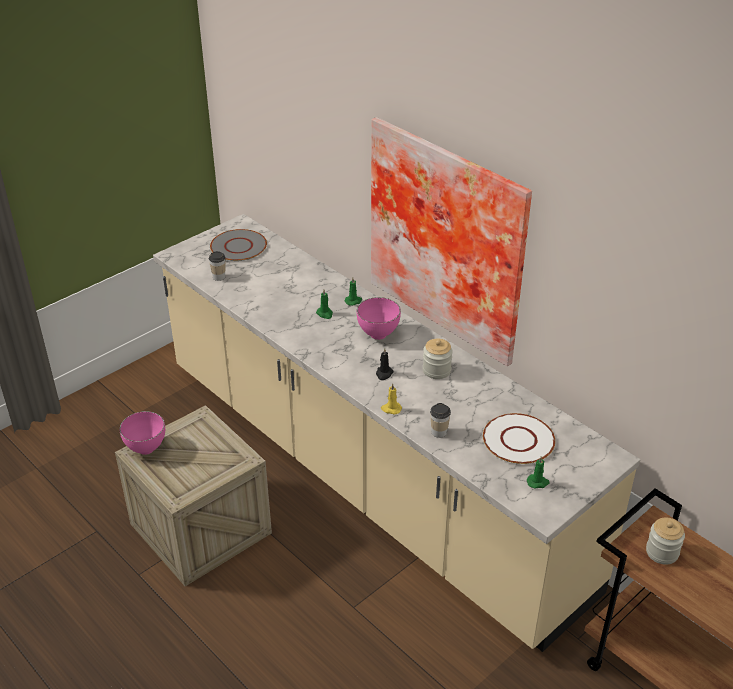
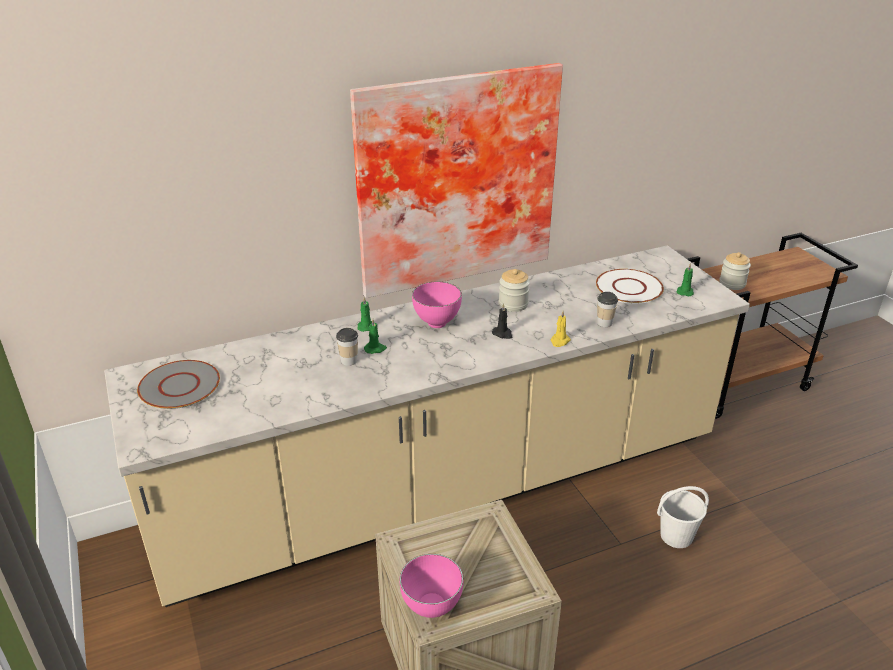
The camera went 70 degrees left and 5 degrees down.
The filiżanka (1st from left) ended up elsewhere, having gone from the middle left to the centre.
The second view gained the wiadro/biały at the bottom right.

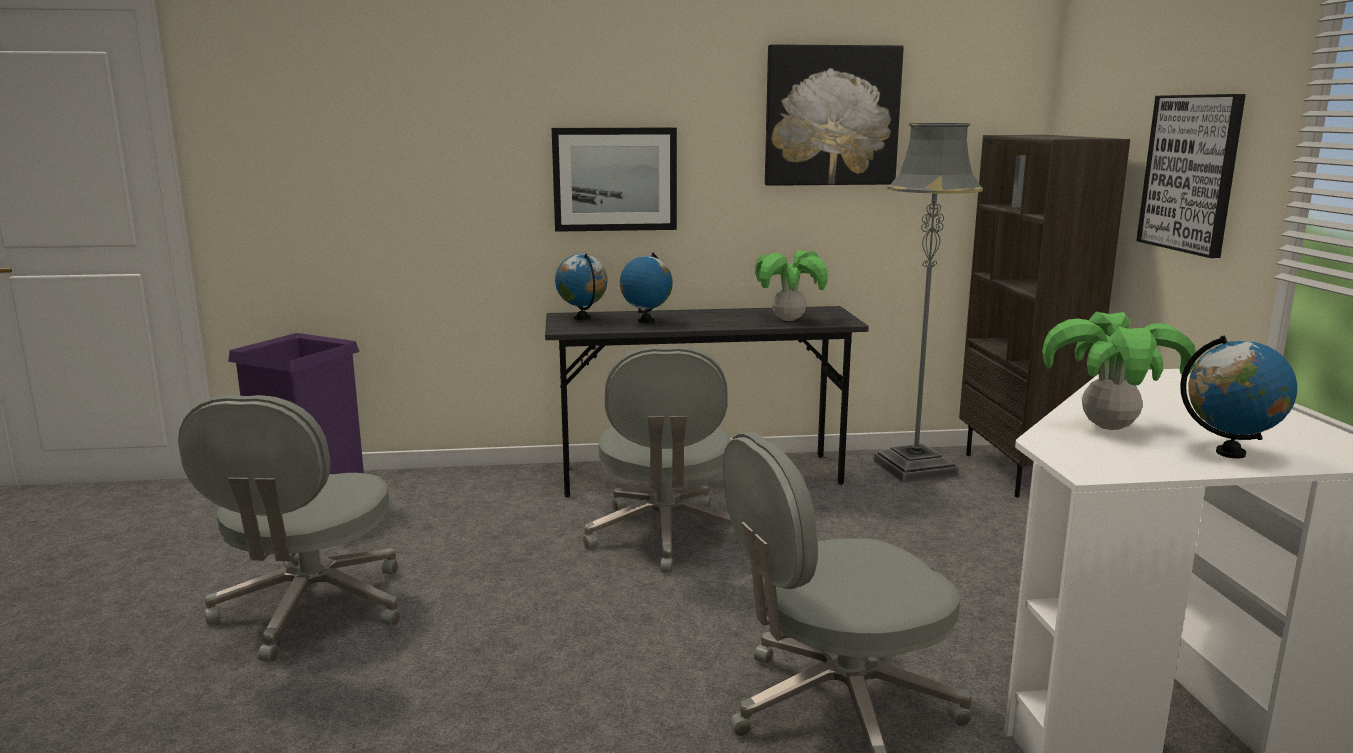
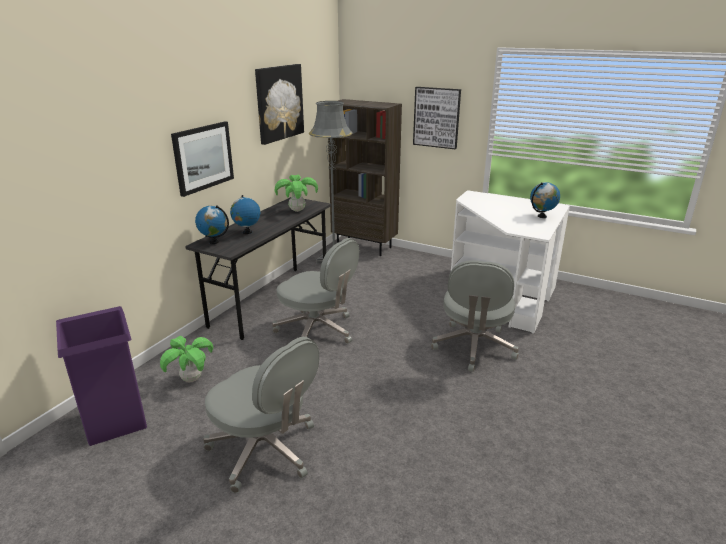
The camera went 55 degrees left and 10 degrees up.
The roślina doniczkowa (2nd from left in the first image) ended up elsewhere, having gone from the middle right to the middle left.

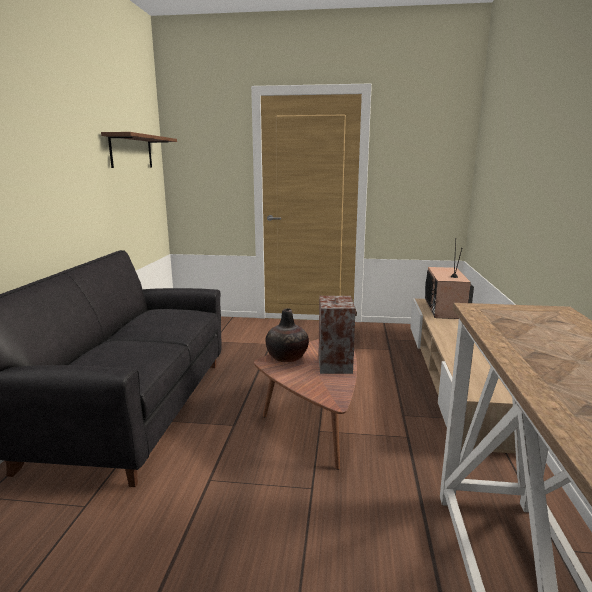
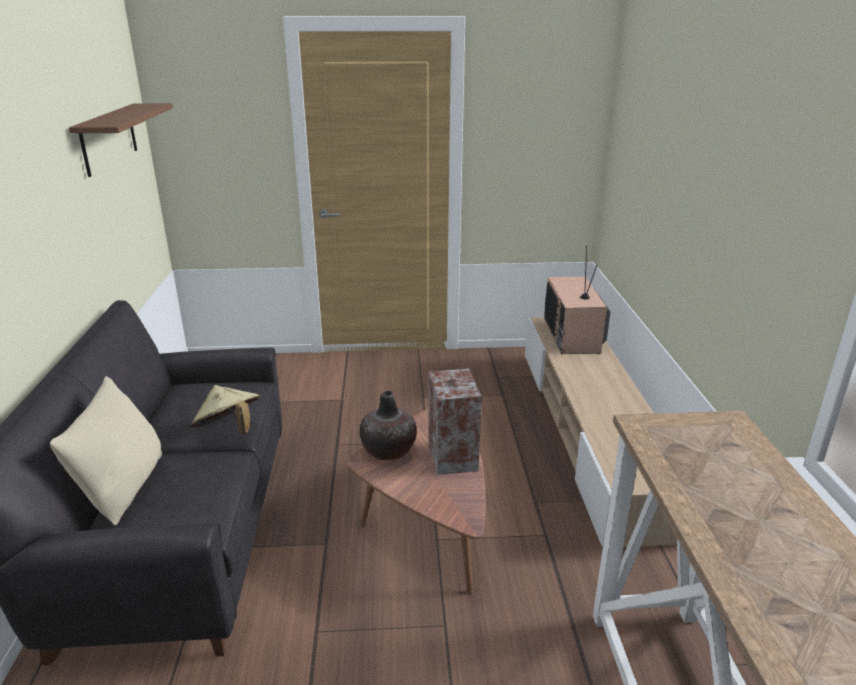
The camera went 10 degrees left and 10 degrees up.
The second view gained the poduszka/beżowy at the middle left.
The second view gained the kapelusz/beżowy at the middle left.

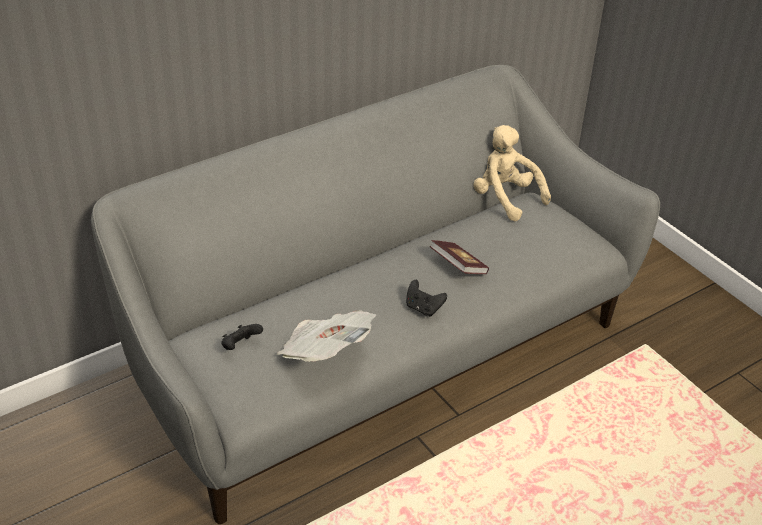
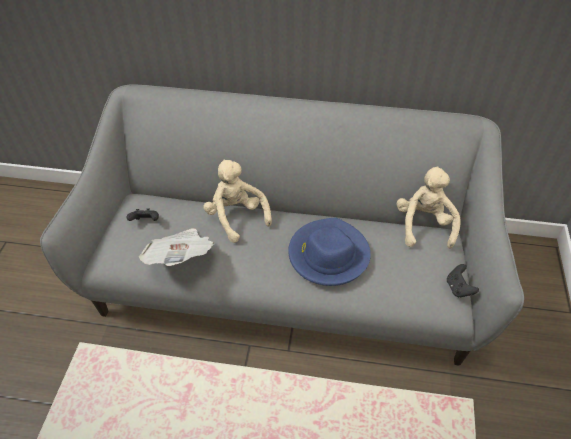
The camera went 45 degrees right and 10 degrees up.
The pad do gier/czarny (2nd from left) ended up elsewhere, having gone from the centre to the middle right.
Where the książka stood at the centre, the kapelusz/niebieski came to stand at the centre.
The second view gained the pluszak/beżowy (1st from left) at the centre.

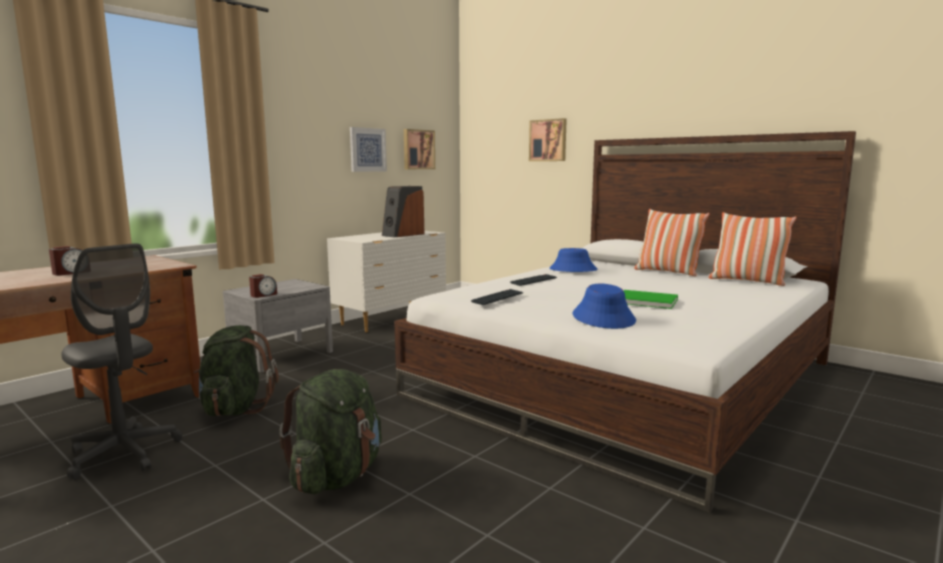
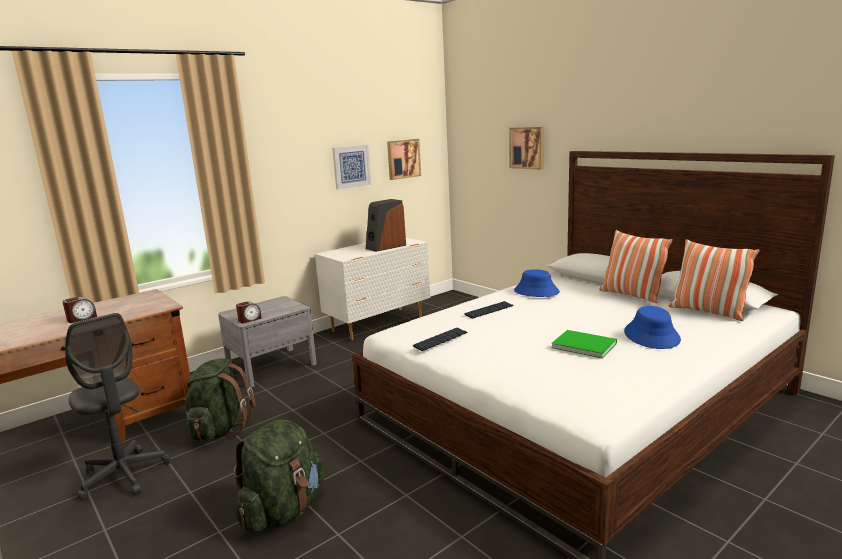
The camera went 10 degrees right and 5 degrees up.
The kapelusz/niebieski (2nd from left) ended up elsewhere, having gone from the centre to the middle right.

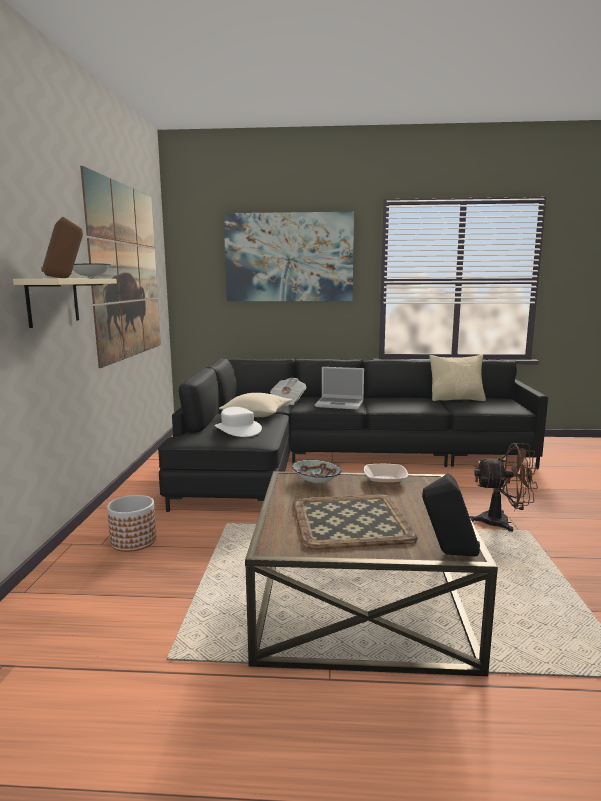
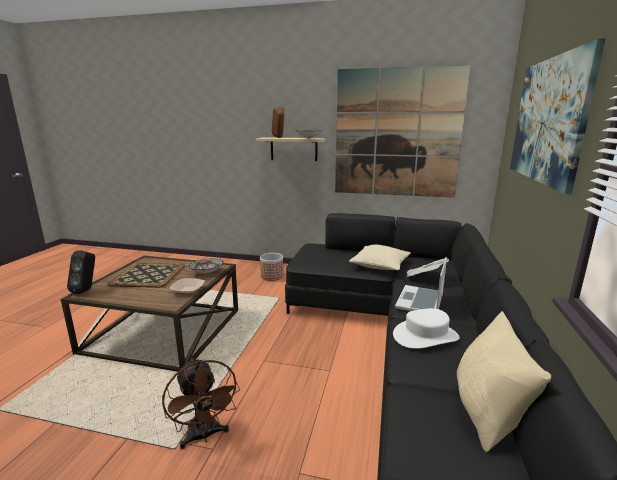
The camera went 100 degrees right and 5 degrees up.
The kapelusz/biały ended up elsewhere, having gone from the centre to the bottom right.
The wentylator/brązowy at the middle right ended up facing another way, 45 degrees counterclockwise from before.

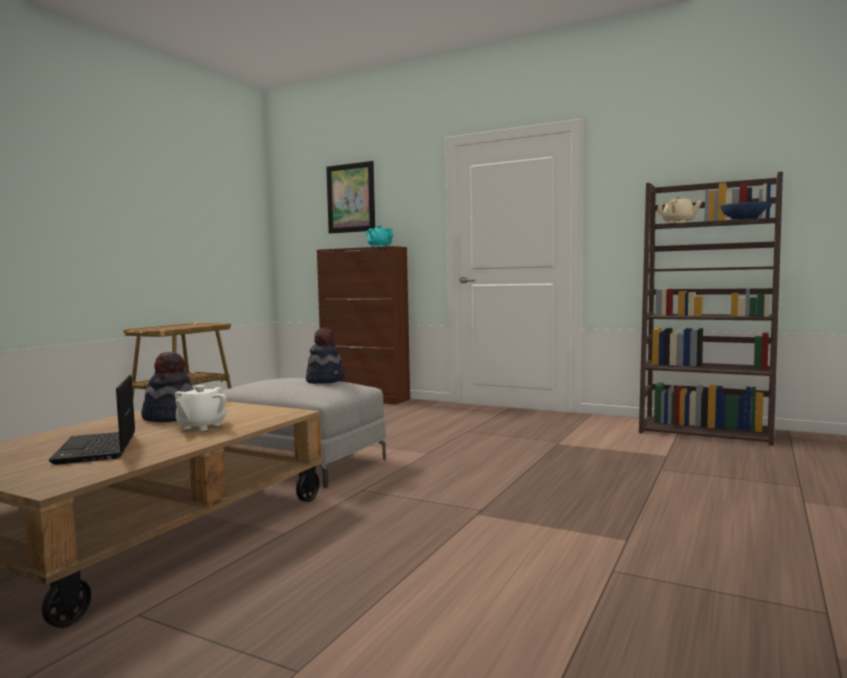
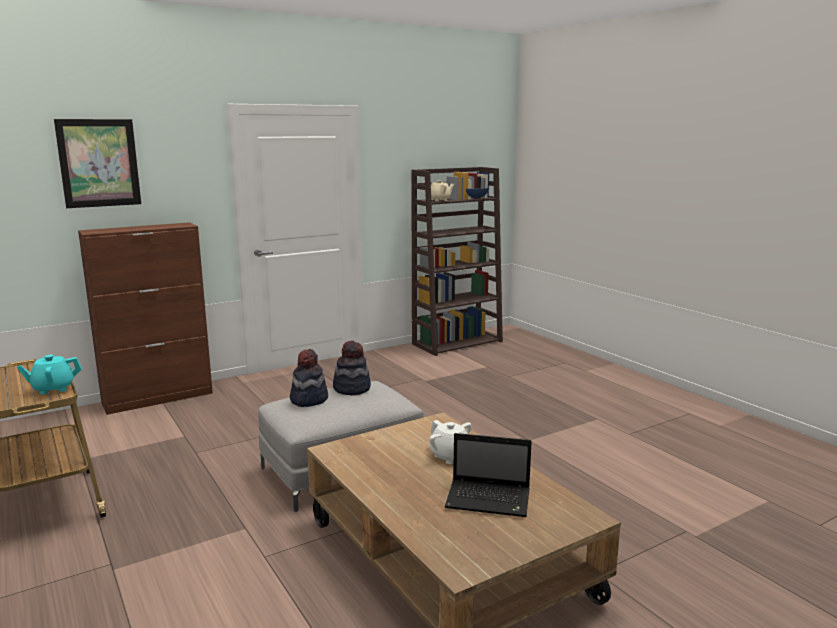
The camera went 60 degrees left and 10 degrees up.
The kapelusz (1st from left) ended up elsewhere, having gone from the middle left to the centre.
The imbryk/turkusowy ended up elsewhere, having gone from the centre to the middle left.

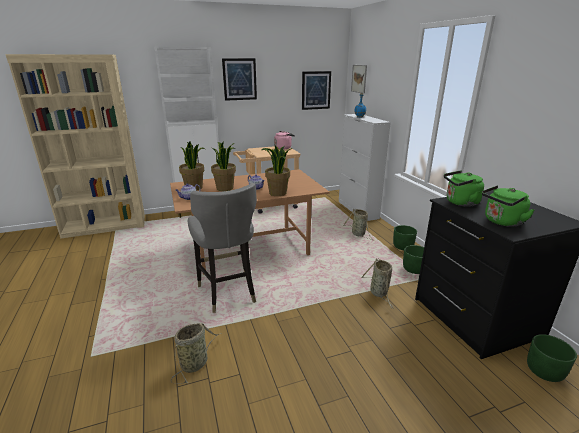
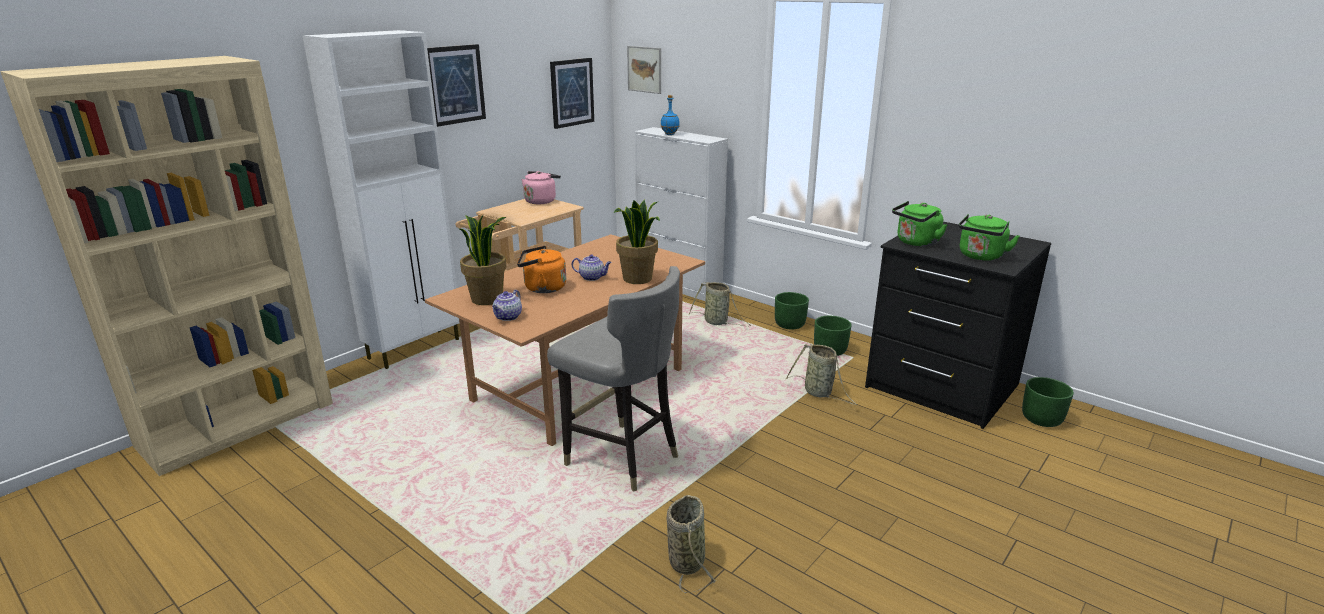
The camera went 30 degrees left and 0 degrees up.
Where the roślina doniczkowa (2nd from left) stood at the centre, the czajnik/pomarańczowy came to stand at the centre.

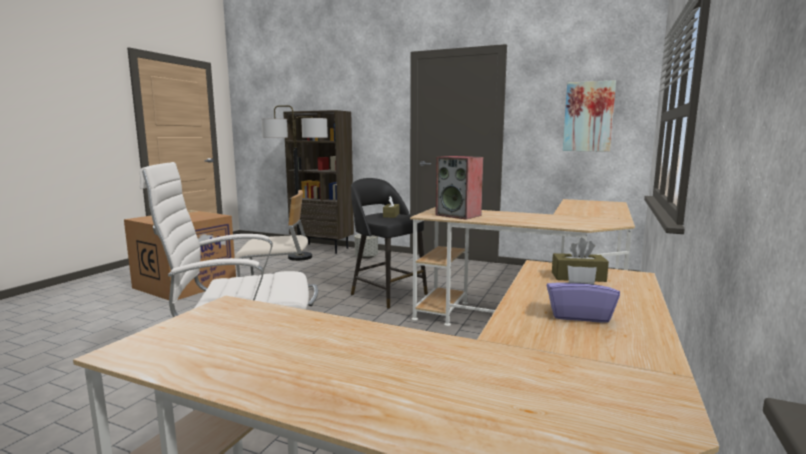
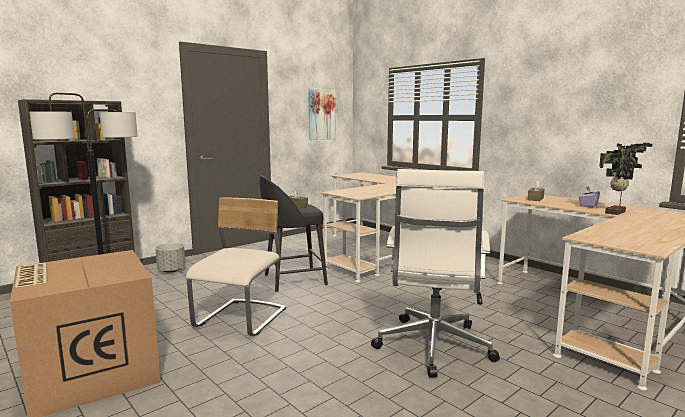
The camera went 65 degrees left and 0 degrees up.
The second view lost the głośnik at the centre.
The second view gained the roślina doniczkowa at the middle right.

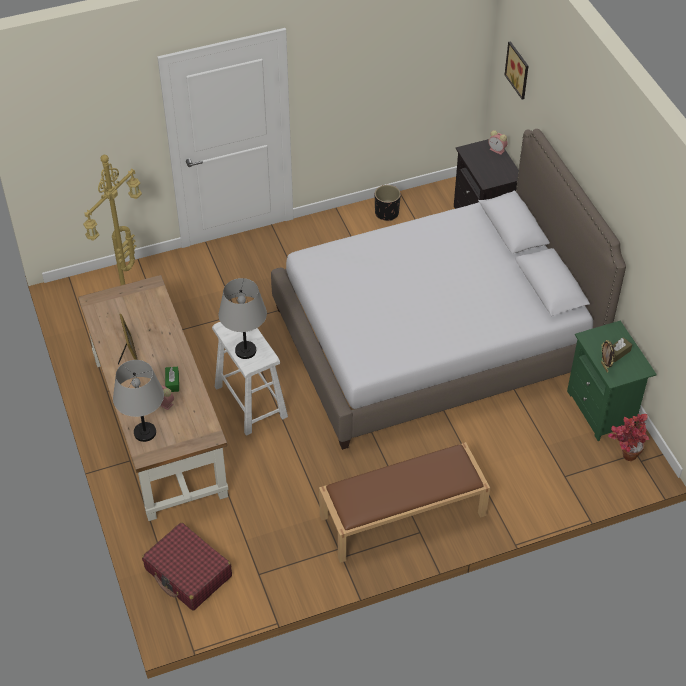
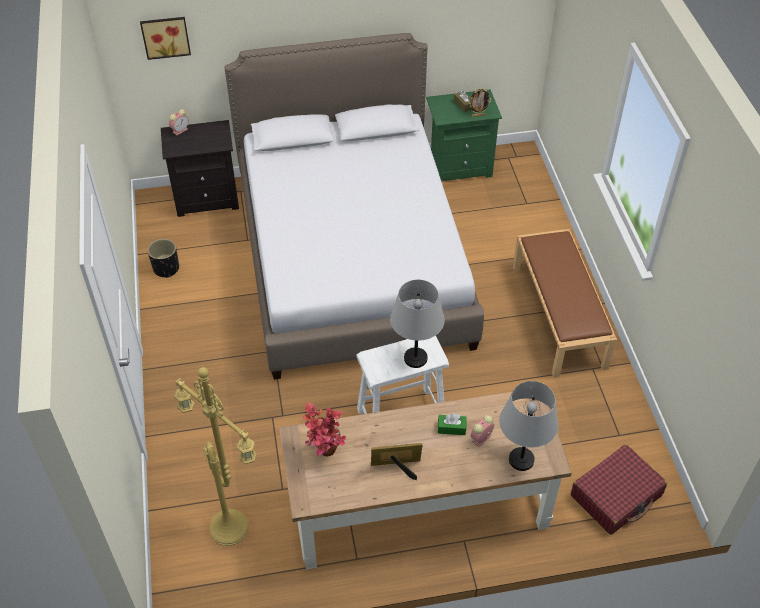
The camera went 80 degrees left and 0 degrees up.
The roślina doniczkowa ended up elsewhere, having gone from the middle right to the bottom centre.

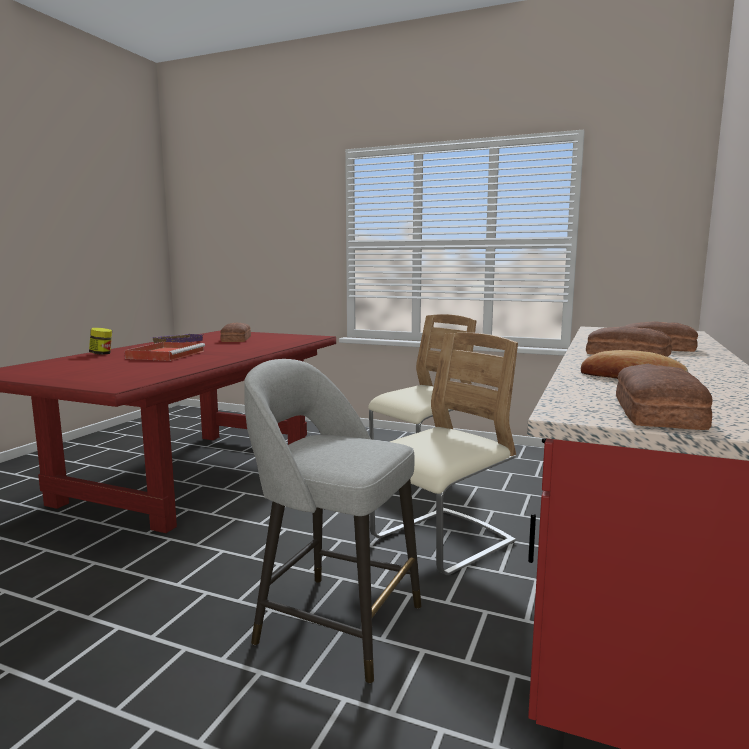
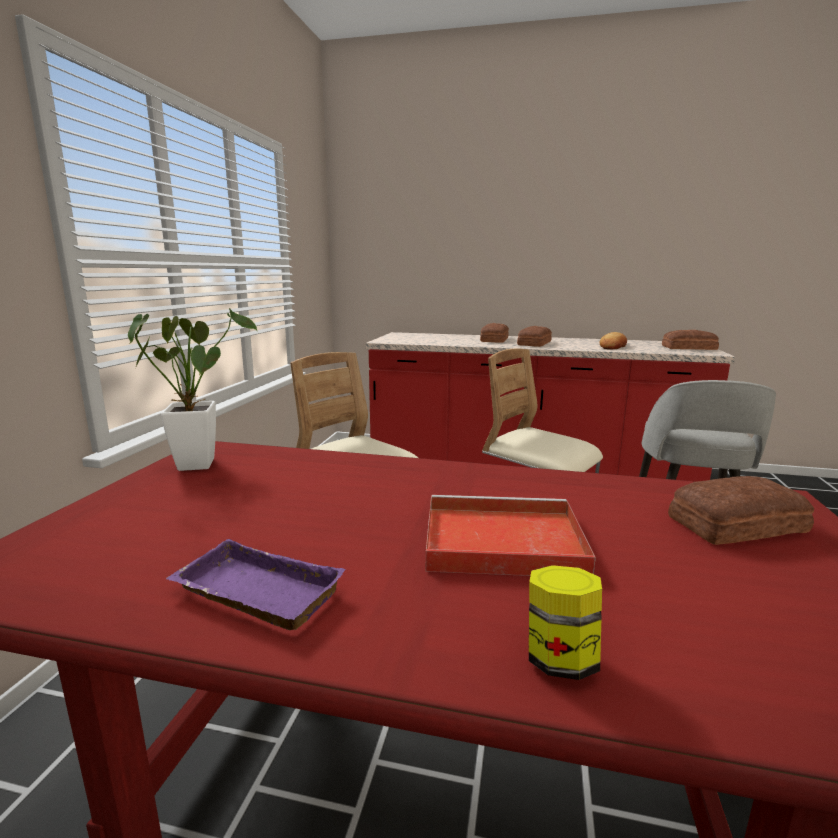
The camera went 100 degrees left and 5 degrees up.
The chleb (1st from left in the first image) ended up elsewhere, having gone from the middle left to the middle right.
The second view gained the roślina doniczkowa at the middle left.

